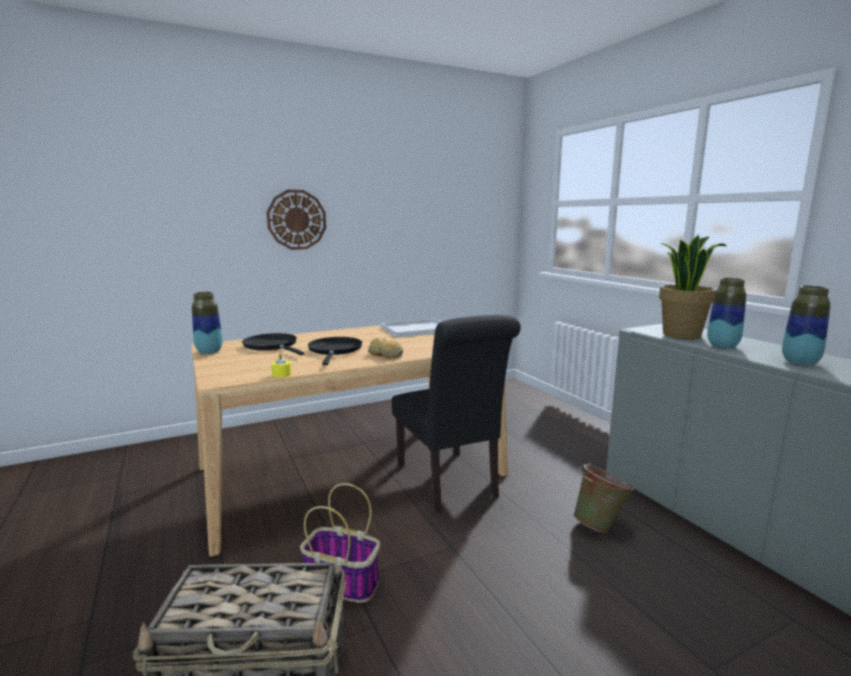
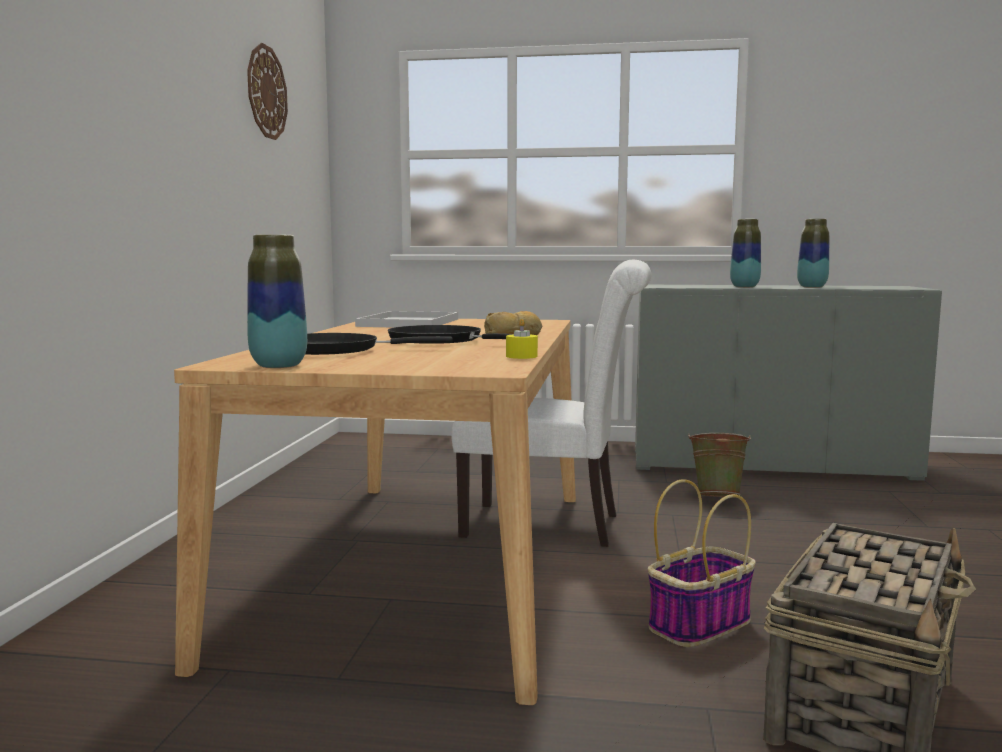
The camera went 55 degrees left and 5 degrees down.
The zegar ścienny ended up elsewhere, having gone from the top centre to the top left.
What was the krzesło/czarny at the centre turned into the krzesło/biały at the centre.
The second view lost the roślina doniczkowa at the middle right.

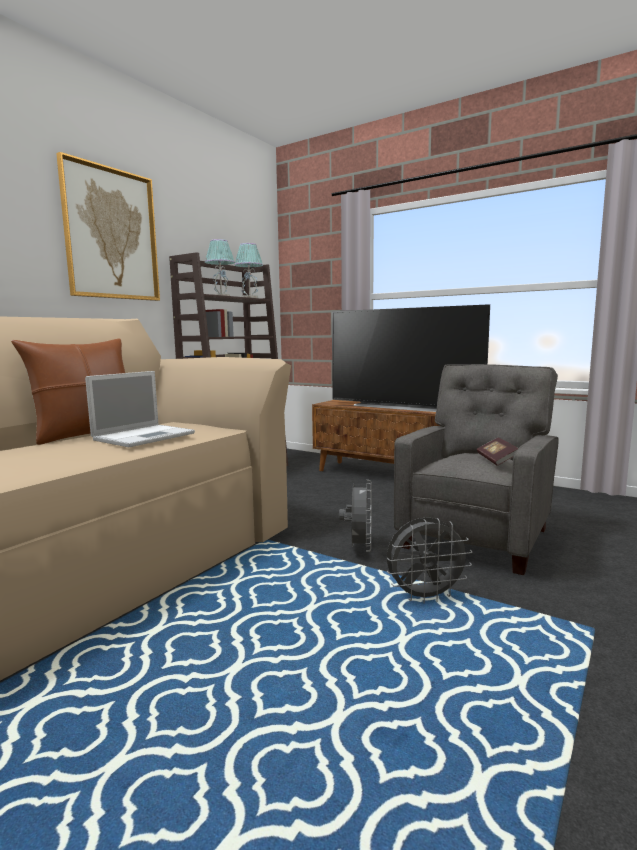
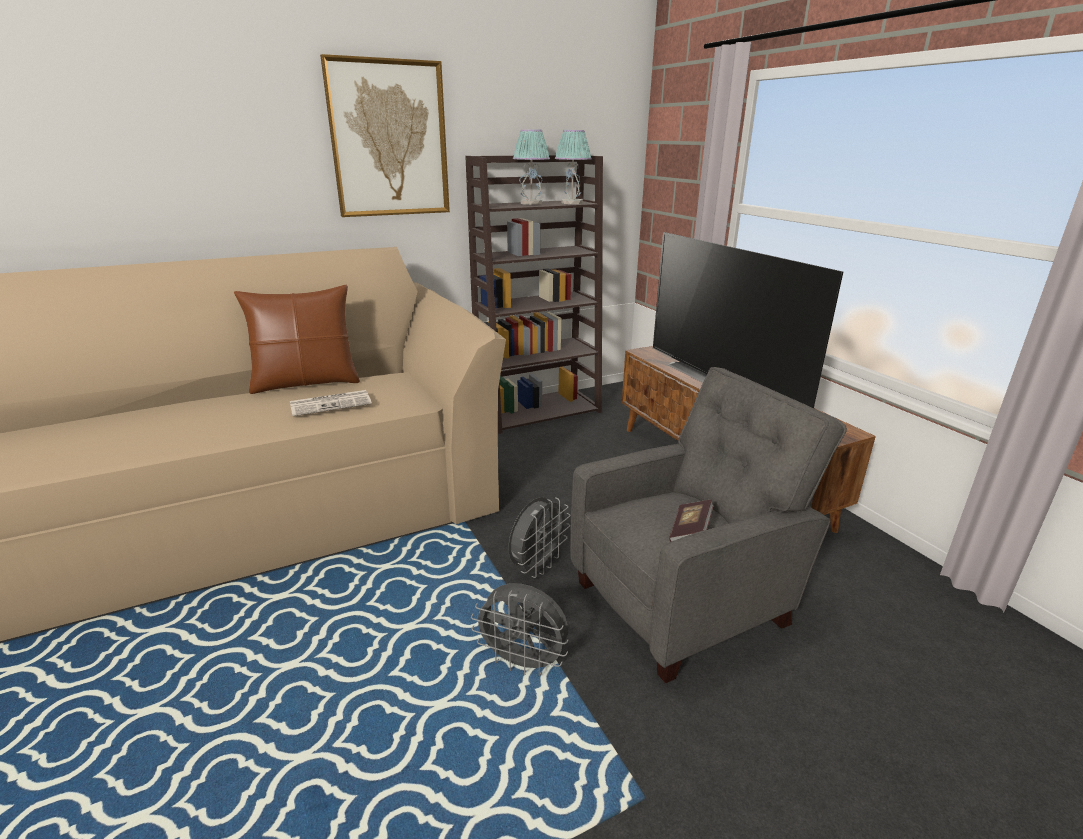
The camera went 30 degrees right and 15 degrees up.
Where the laptop stood at the middle left, the gazeta came to stand at the middle left.

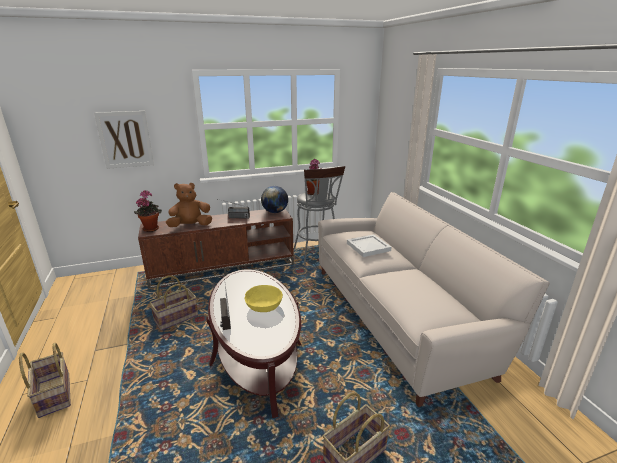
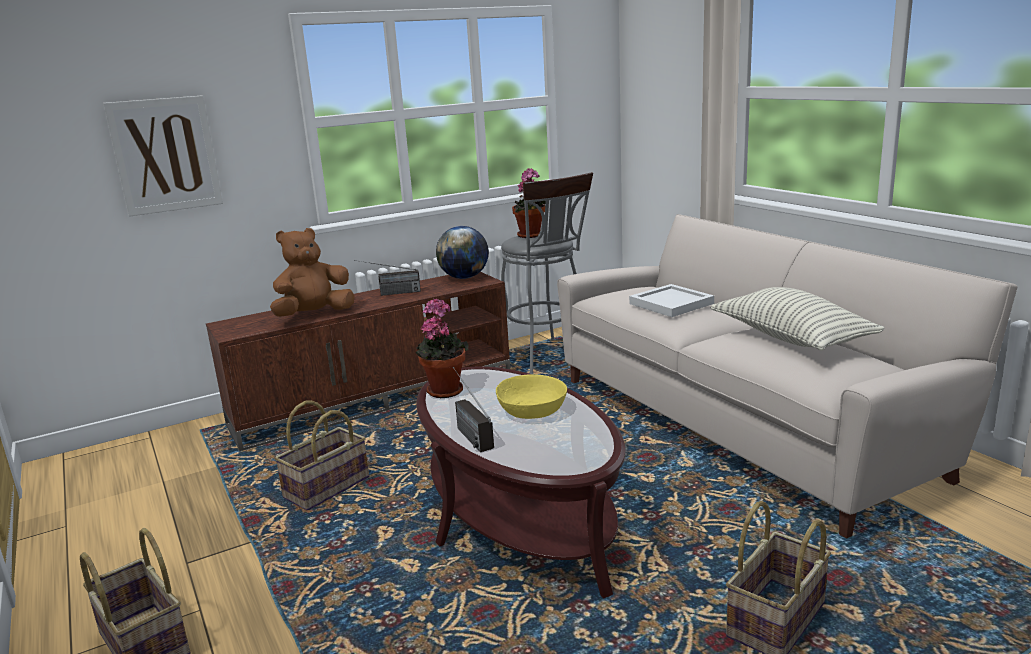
The camera went 10 degrees left and 5 degrees down.
The roślina doniczkowa (1st from left) ended up elsewhere, having gone from the middle left to the centre.
The second view gained the poduszka at the middle right.

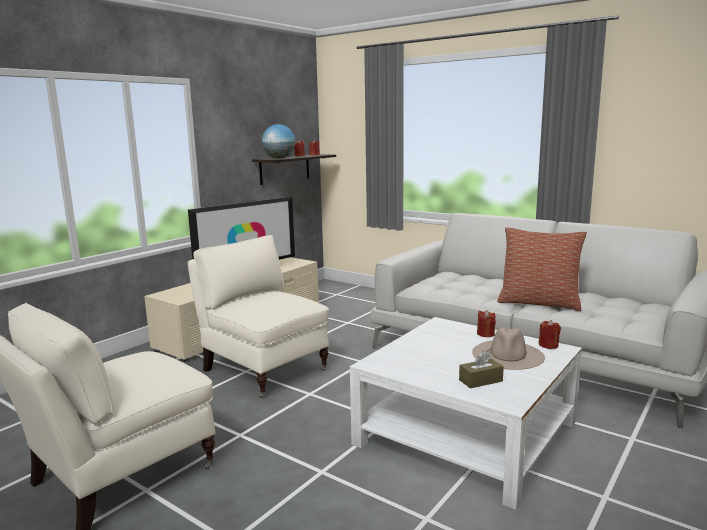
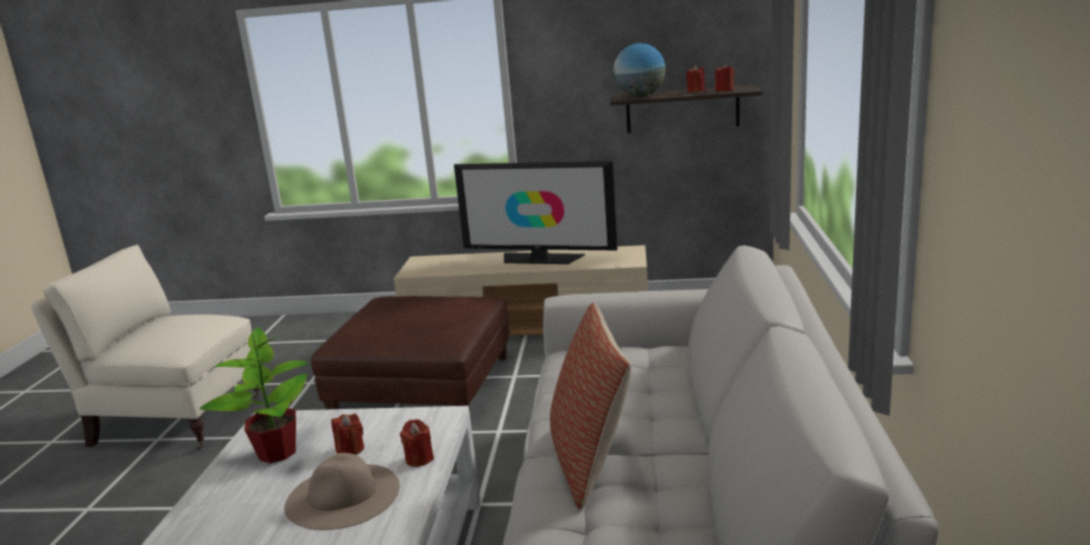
The camera went 60 degrees right and 5 degrees up.
Where the fotel/beżowy (2nd from left) stood at the centre, the pufa/brązowy came to stand at the centre.
The second view lost the pudełko chusteczek/brązowy at the bottom right.
The świeca/czerwony (4th from left in the first image) ended up elsewhere, having gone from the middle right to the bottom left.
The second view gained the roślina doniczkowa at the bottom left.

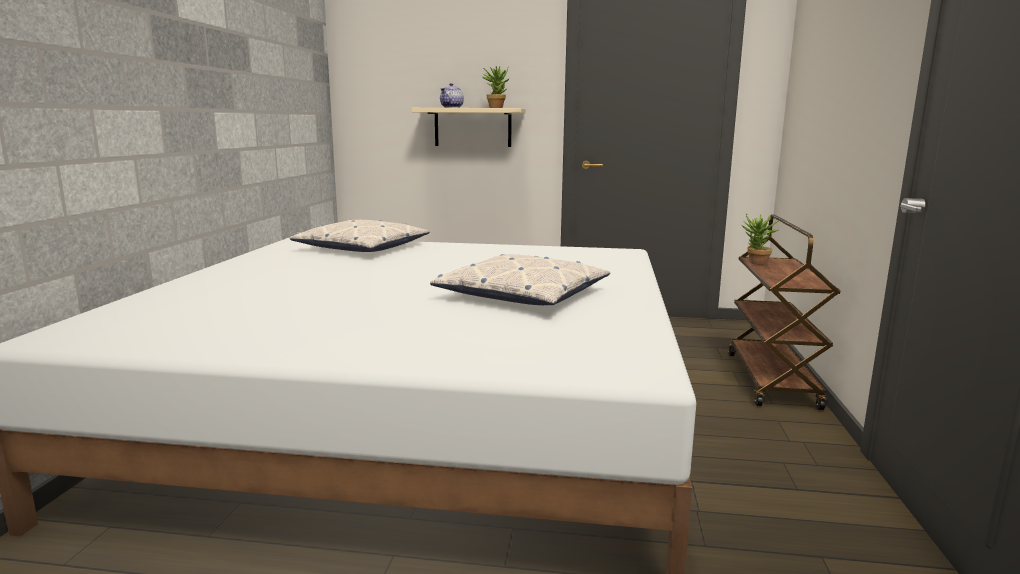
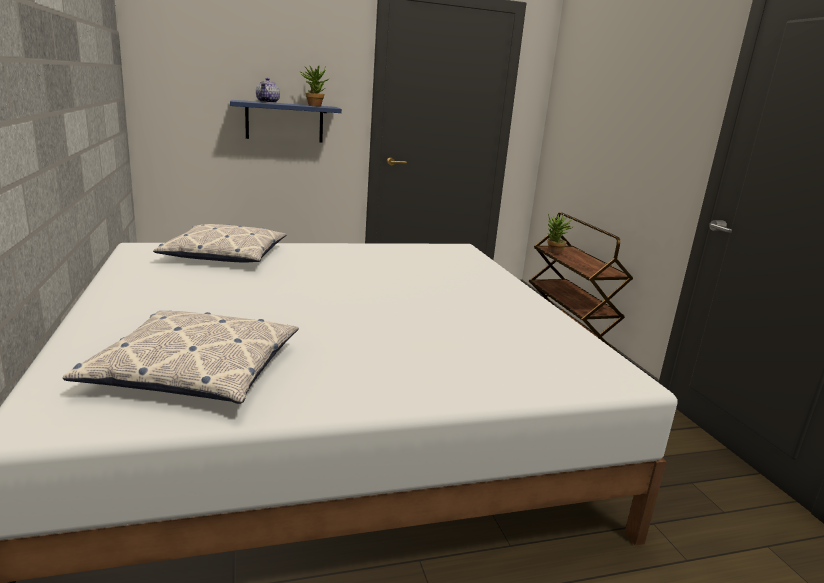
The camera went 25 degrees left and 5 degrees up.
What was the półka/beżowy at the top centre turned into the półka/niebieski at the top centre.
The poduszka (2nd from left in the first image) ended up elsewhere, having gone from the centre to the middle left.

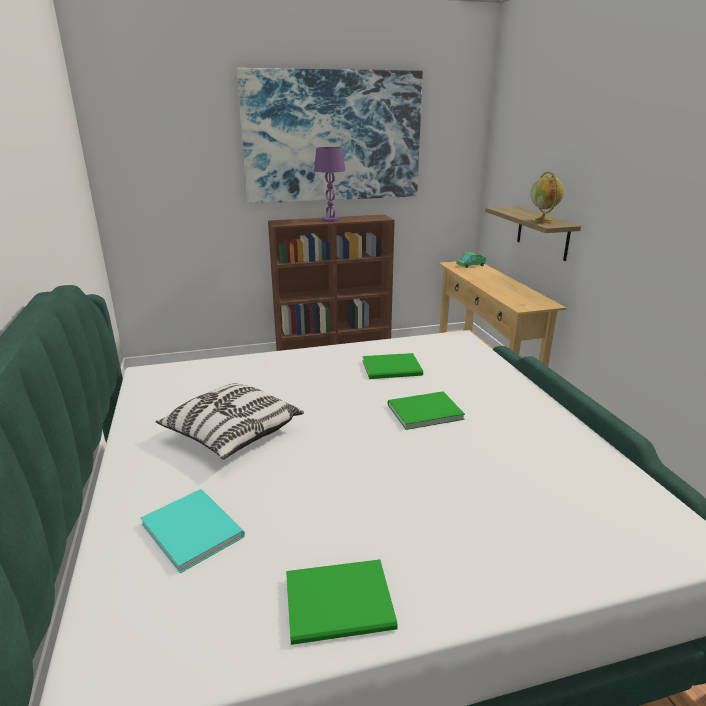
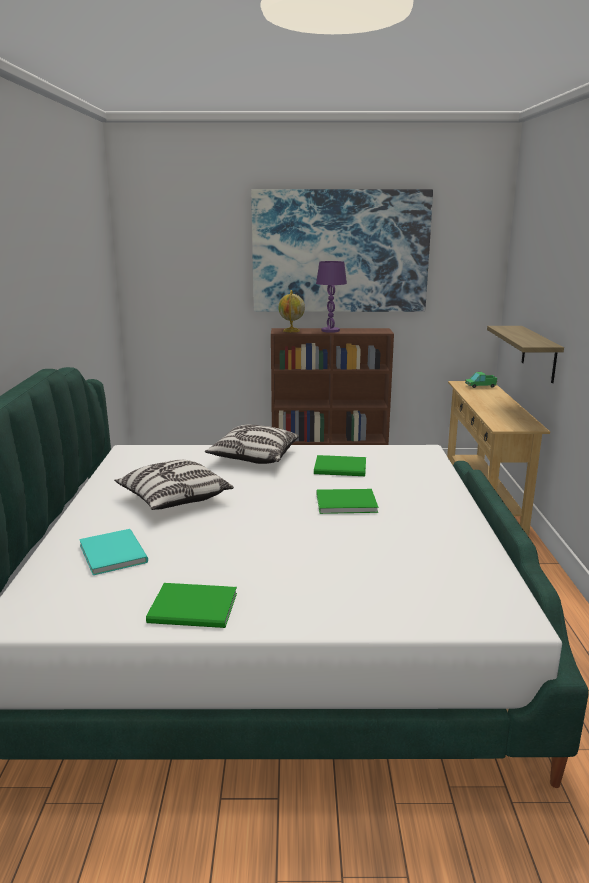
The camera went 15 degrees right and 5 degrees down.
The globus ended up elsewhere, having gone from the top right to the centre.
The second view gained the poduszka (2nd from left) at the centre.

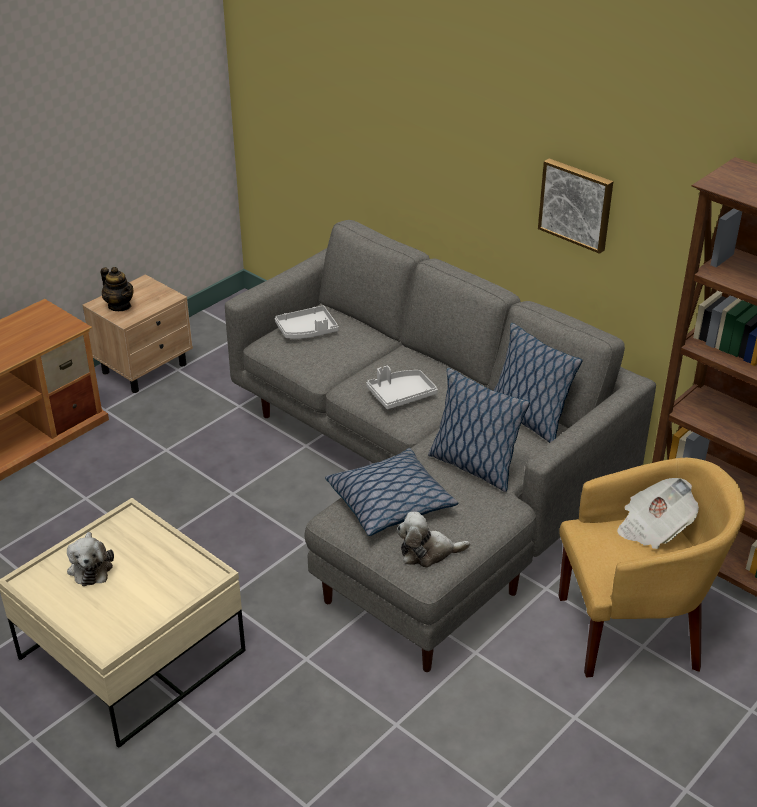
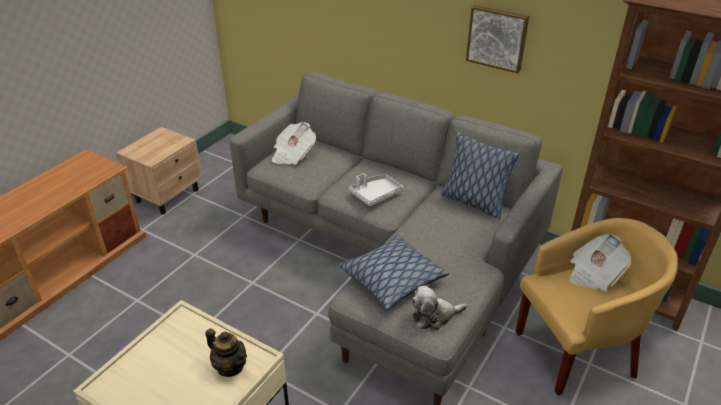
The camera went 10 degrees left and 0 degrees up.
The second view lost the pluszak (1st from left) at the bottom left.
The imbryk ended up elsewhere, having gone from the middle left to the bottom left.
Where the taca/szary (1st from left) stood at the centre, the gazeta (1st from left) came to stand at the centre.
The second view lost the poduszka (2nd from left) at the centre.

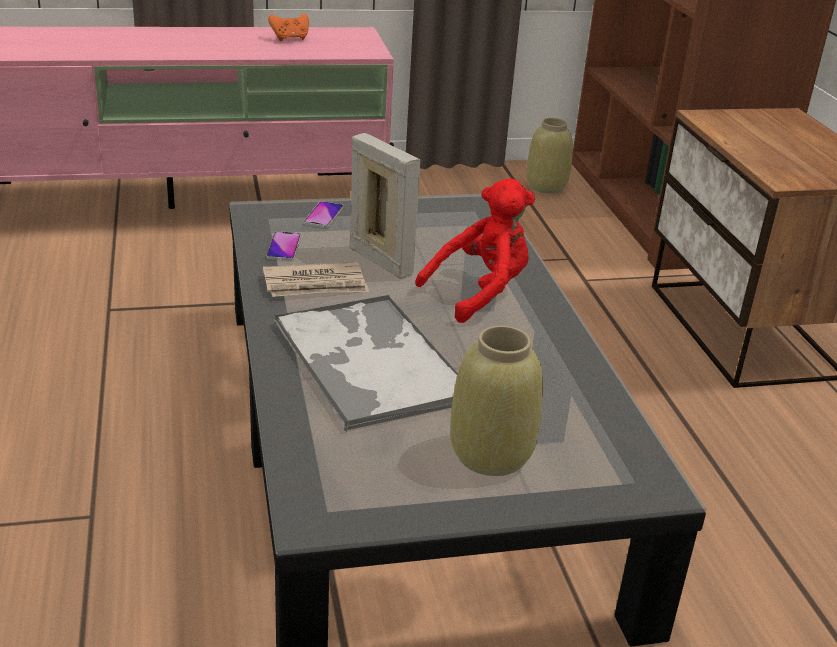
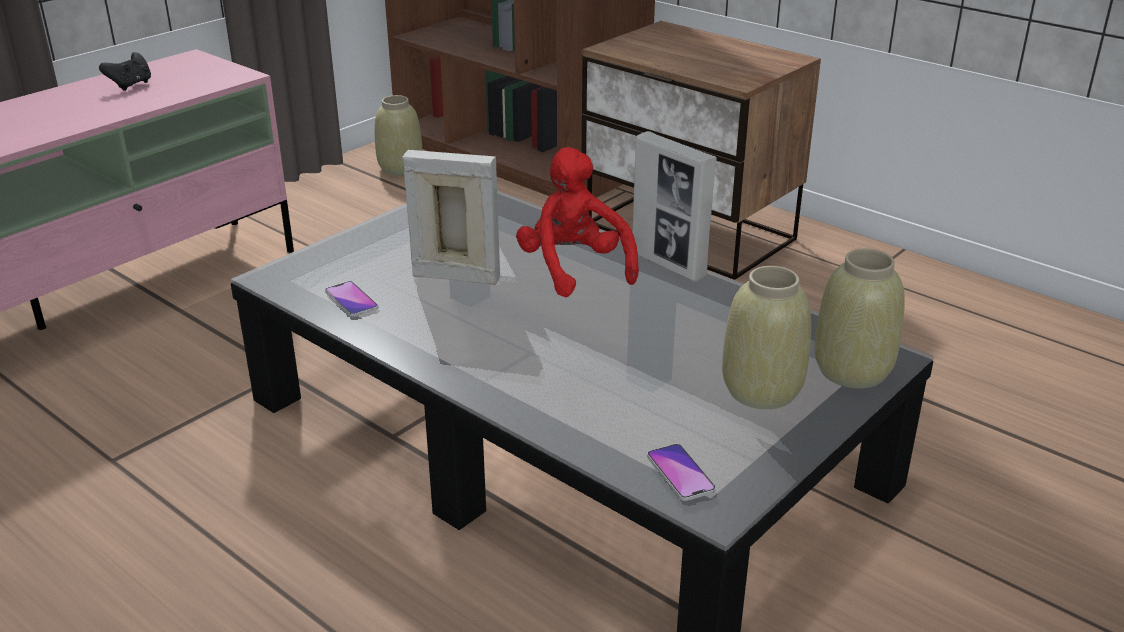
The camera went 35 degrees left and 0 degrees up.
The second view lost the gazeta at the centre.
What was the pad do gier/pomarańczowy at the top centre turned into the pad do gier/czarny at the top left.
The second view lost the taca at the centre.
The telefon (2nd from left) ended up elsewhere, having gone from the top centre to the bottom centre.
The pluszak/czerwony at the centre ended up facing another way, 45 degrees counterclockwise from before.
The second view gained the ramka na zdjęcie (2nd from left) at the top centre.
The second view gained the wazon/beżowy (3rd from left) at the middle right.

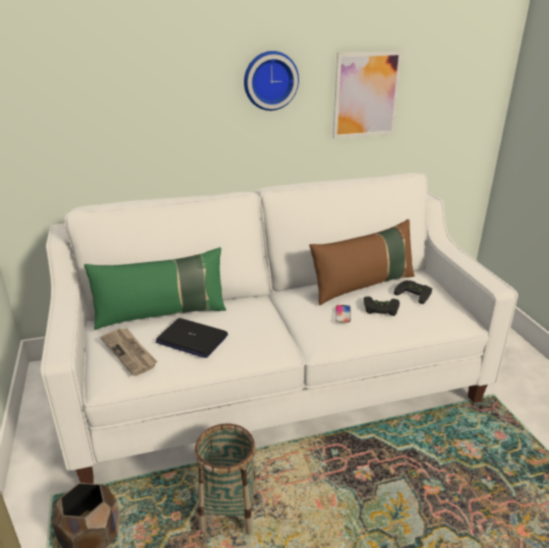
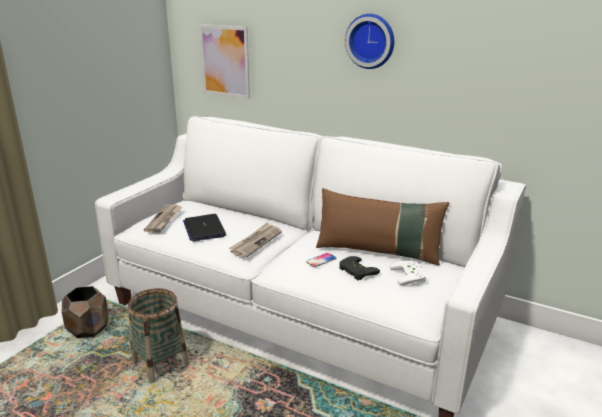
The camera went 45 degrees right and 5 degrees down.
The second view lost the poduszka/zielony at the middle left.
The obraz ended up elsewhere, having gone from the top right to the top centre.
What was the pad do gier/czarny (2nd from left) at the middle right turned into the pad do gier/biały at the middle right.
The second view gained the gazeta (2nd from left) at the centre.

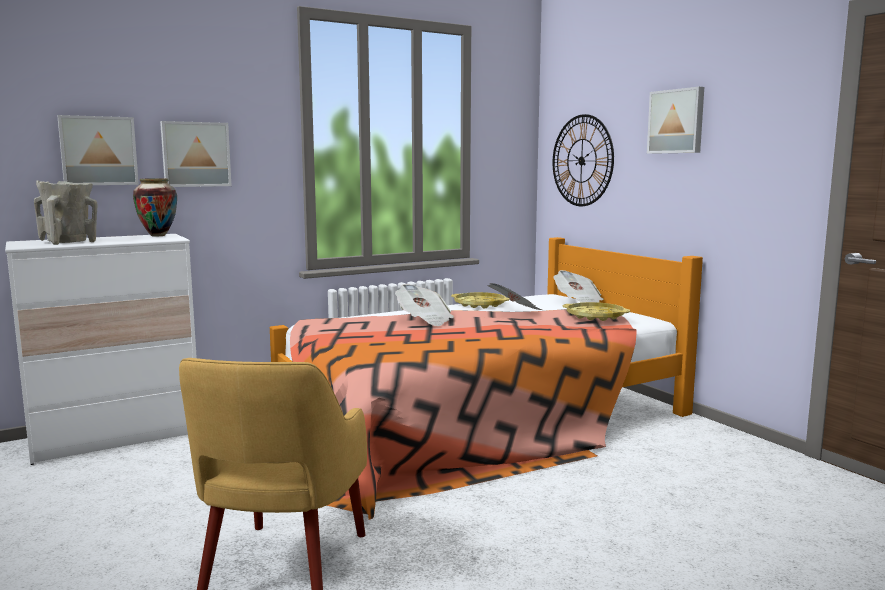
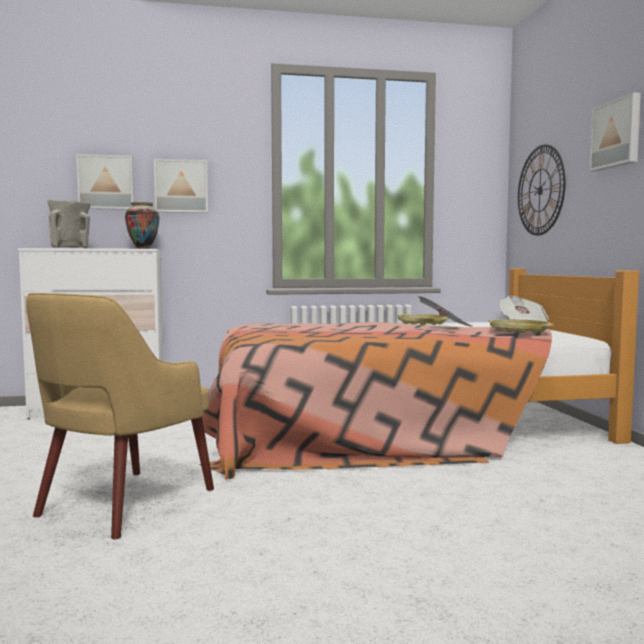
The camera went 20 degrees right and 5 degrees down.
The second view lost the gazeta (1st from left) at the centre.

